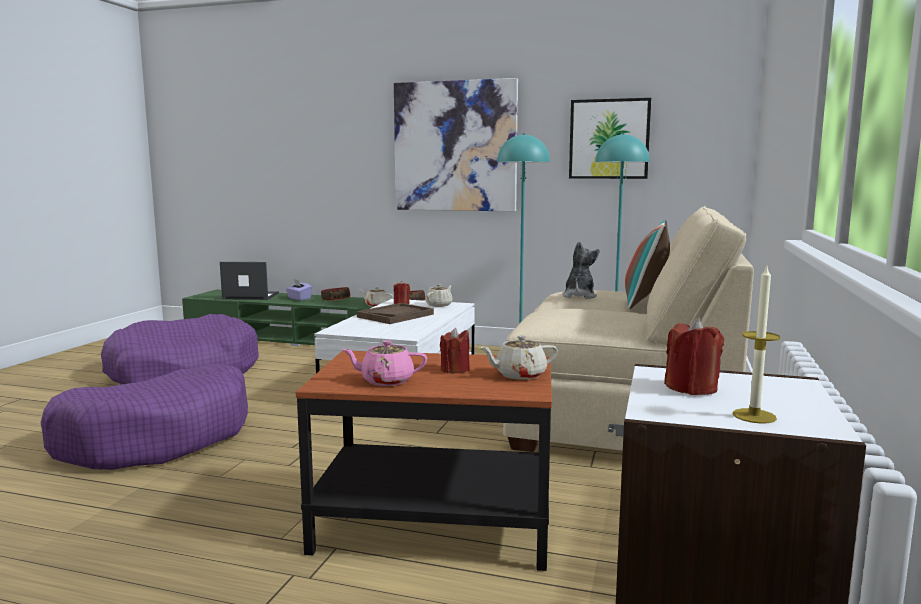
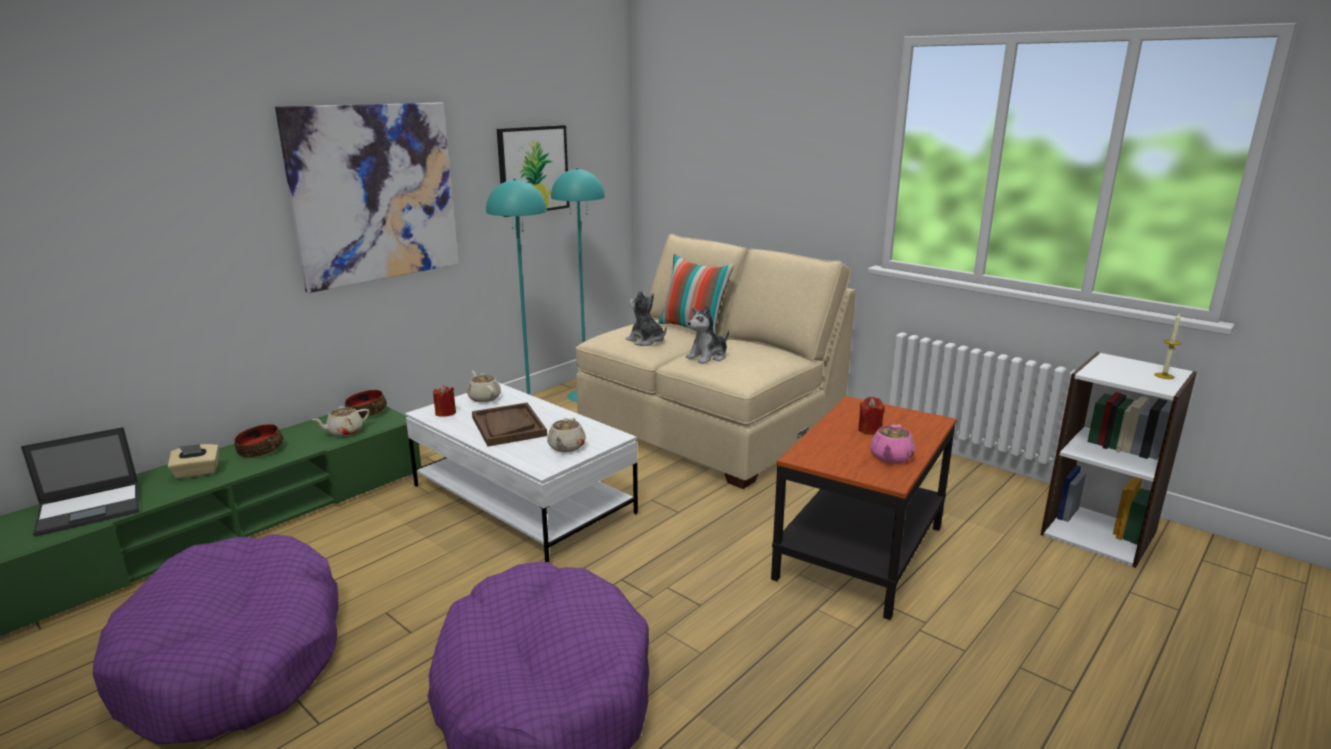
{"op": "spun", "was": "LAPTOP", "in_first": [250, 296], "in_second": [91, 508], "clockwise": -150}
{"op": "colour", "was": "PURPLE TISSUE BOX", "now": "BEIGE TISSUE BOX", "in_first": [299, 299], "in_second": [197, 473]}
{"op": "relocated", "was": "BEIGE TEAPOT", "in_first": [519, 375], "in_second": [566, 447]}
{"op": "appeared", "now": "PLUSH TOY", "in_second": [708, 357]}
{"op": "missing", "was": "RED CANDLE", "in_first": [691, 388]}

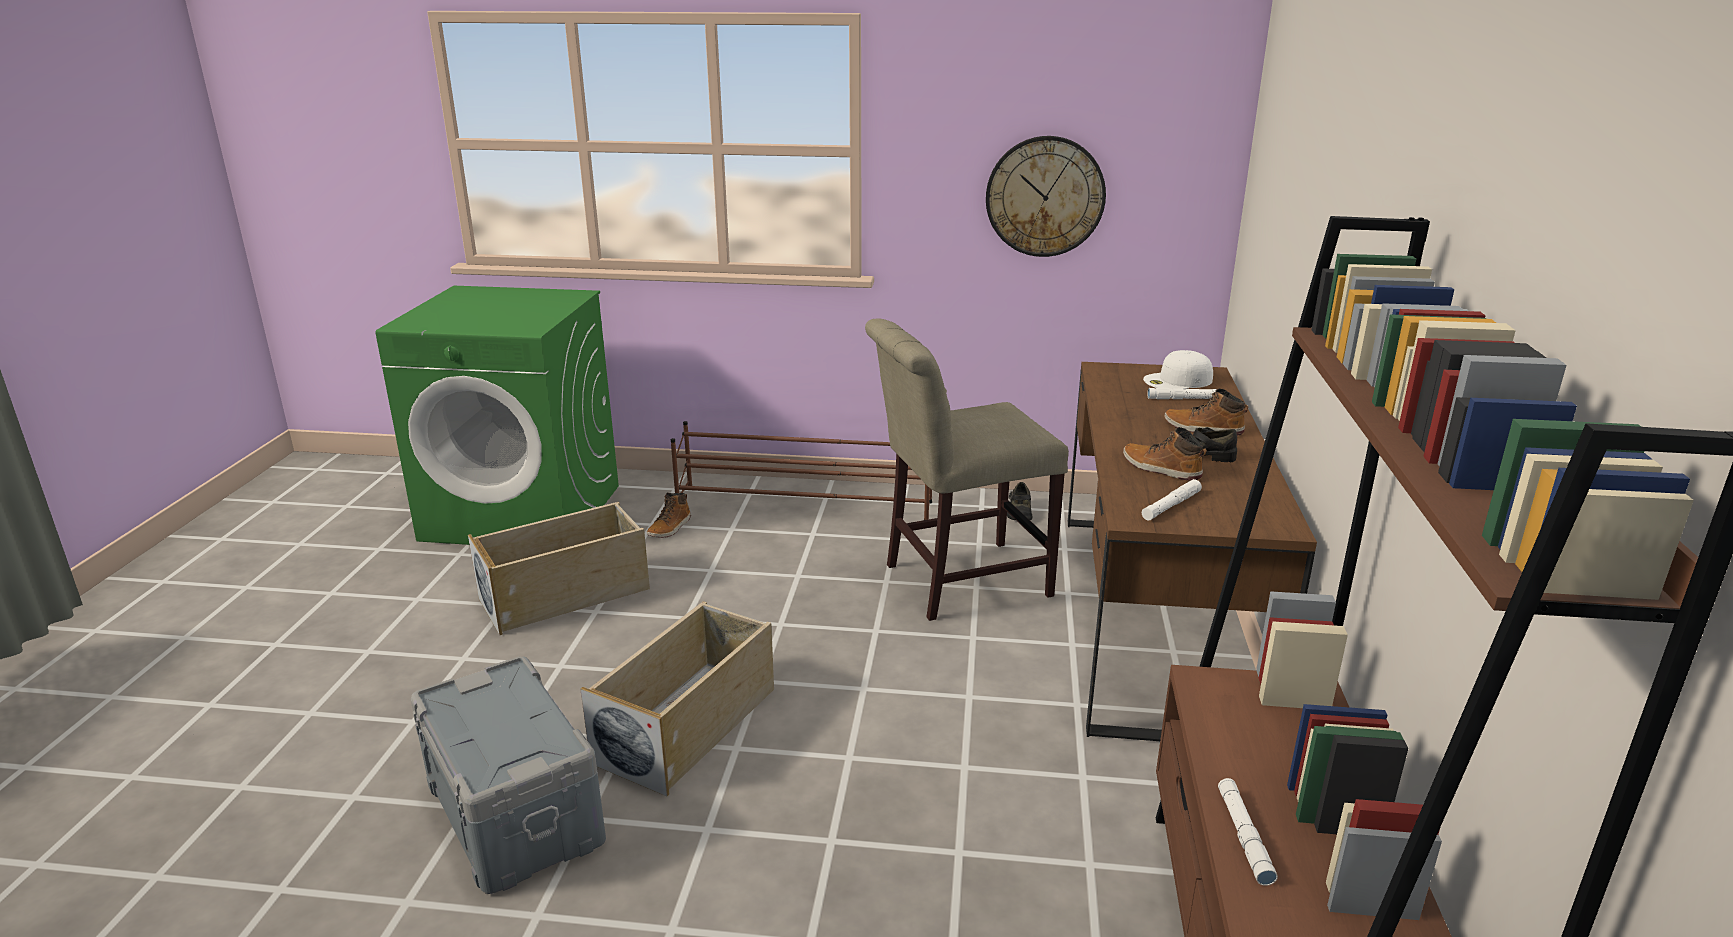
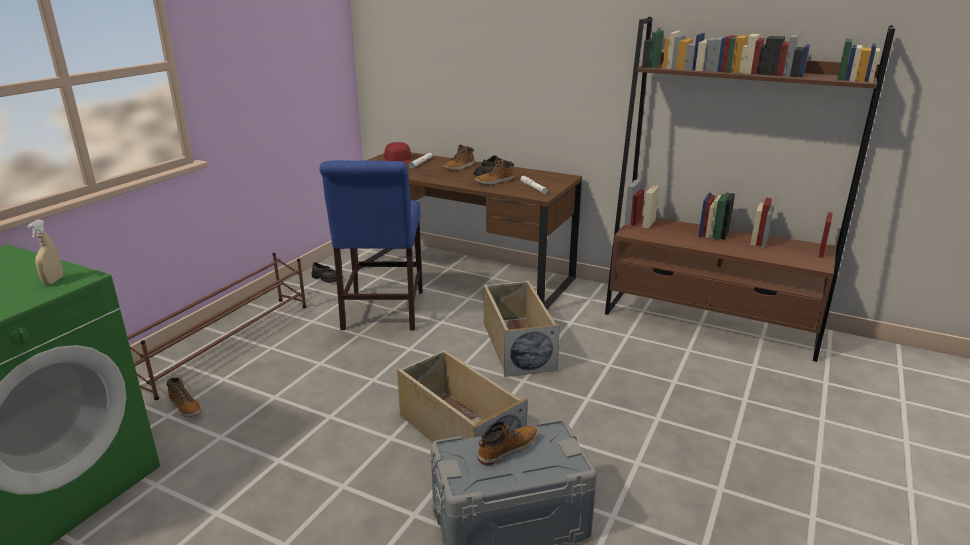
{"op": "appeared", "now": "BEIGE SPRAY BOTTLE", "in_second": [53, 281]}
{"op": "colour", "was": "BEIGE CHAIR", "now": "BLUE CHAIR", "in_first": [957, 581], "in_second": [381, 313]}
{"op": "colour", "was": "WHITE CAP", "now": "RED CAP", "in_first": [1177, 381], "in_second": [397, 159]}
{"op": "appeared", "now": "BOOT", "in_second": [507, 449]}
{"op": "relocated", "was": "BEIGE STORAGE BOX", "in_first": [566, 594], "in_second": [517, 345]}
{"op": "missing", "was": "WALL CLOCK", "in_first": [1045, 196]}
{"op": "missing", "was": "WHITE FLASHLIGHT", "in_first": [1244, 836]}

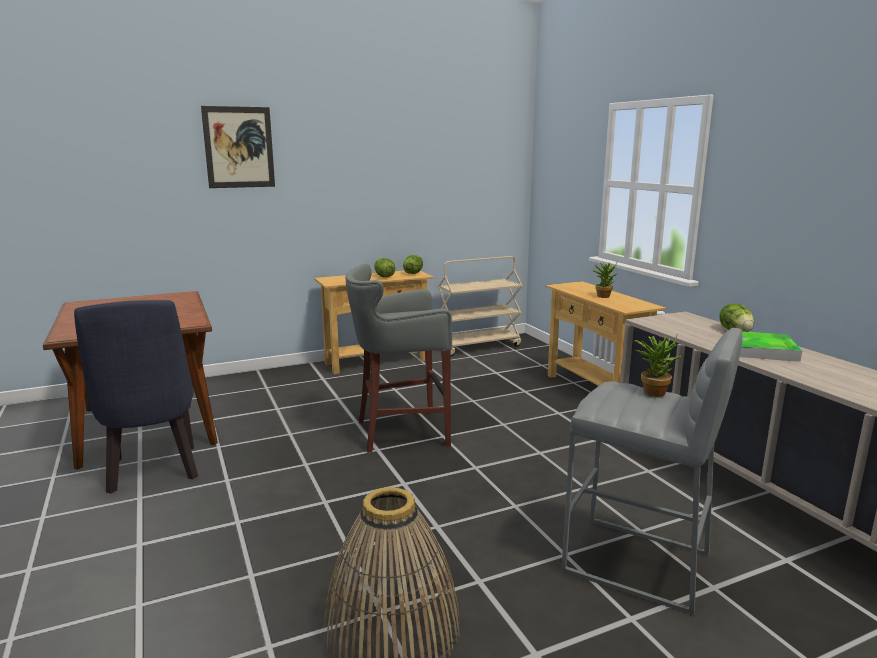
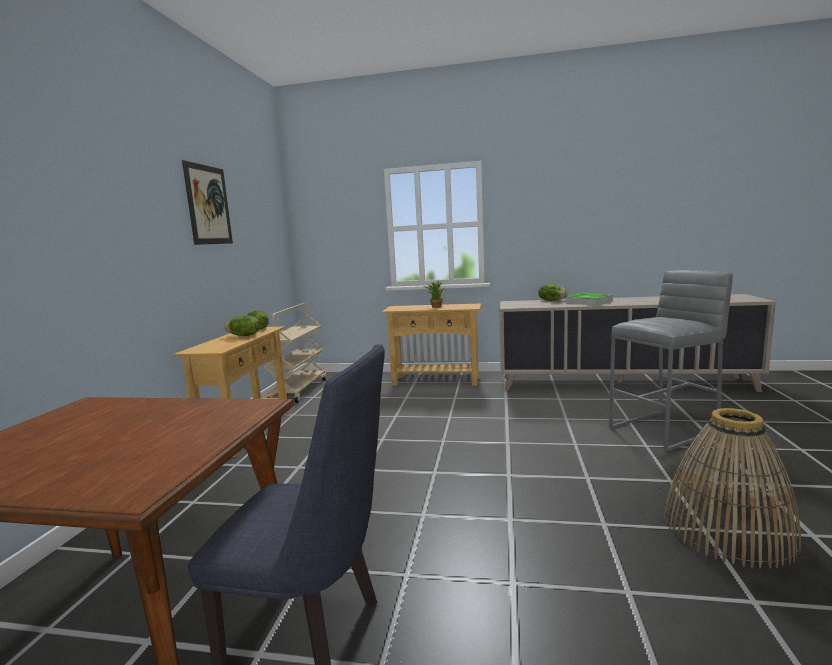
{"op": "relocated", "was": "PICTURE", "in_first": [239, 147], "in_second": [208, 205]}
{"op": "missing", "was": "GREY STOOL", "in_first": [399, 432]}
{"op": "missing", "was": "POTTED PLANT", "in_first": [653, 391]}

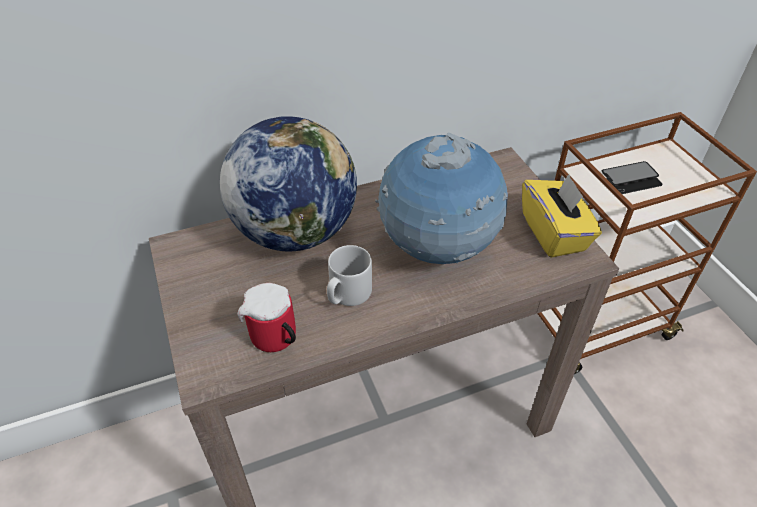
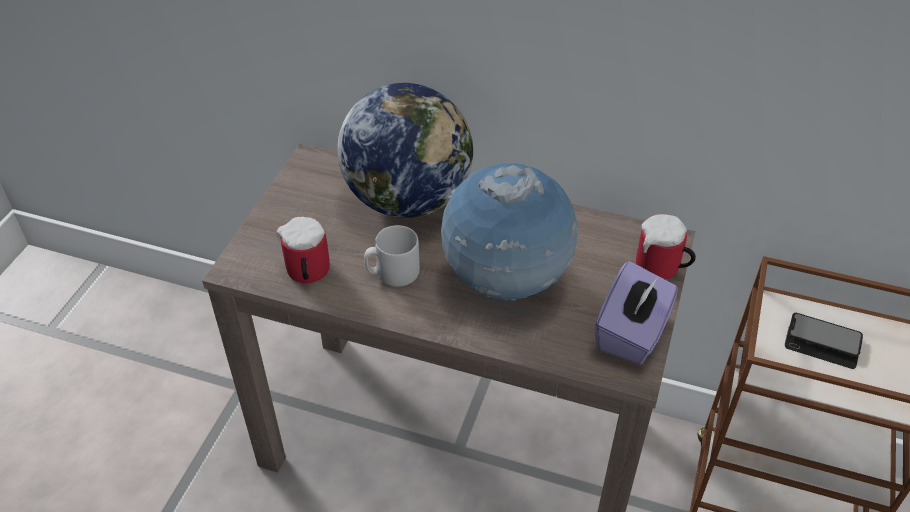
{"op": "colour", "was": "YELLOW TISSUE BOX", "now": "PURPLE TISSUE BOX", "in_first": [554, 233], "in_second": [632, 333]}
{"op": "appeared", "now": "MUG", "in_second": [662, 269]}

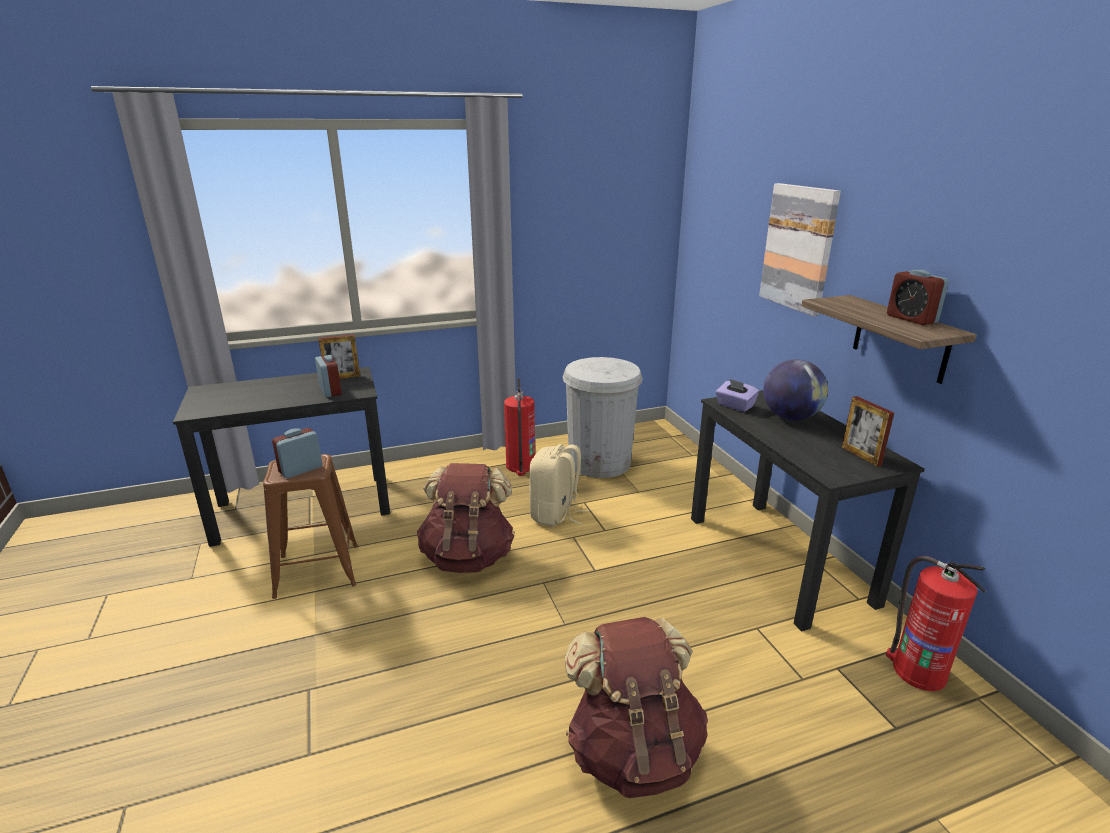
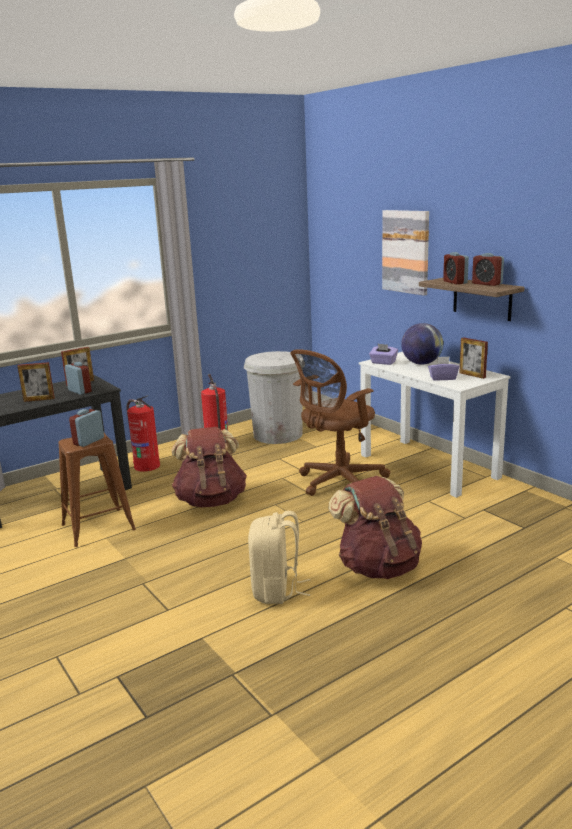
{"op": "appeared", "now": "PICTURE FRAME", "in_second": [39, 399]}
{"op": "relocated", "was": "FIRE EXTINGUISHER", "in_first": [917, 671], "in_second": [146, 466]}
{"op": "relocated", "was": "BEIGE BACKPACK", "in_first": [555, 514], "in_second": [277, 590]}
{"op": "appeared", "now": "BROWN OFFICE CHAIR", "in_second": [338, 482]}
{"op": "colour", "was": "BLACK DESK", "now": "WHITE DESK", "in_first": [778, 559], "in_second": [428, 466]}
{"op": "appeared", "now": "PURPLE TISSUE BOX", "in_second": [442, 378]}
{"op": "appeared", "now": "ALARM CLOCK", "in_second": [455, 282]}

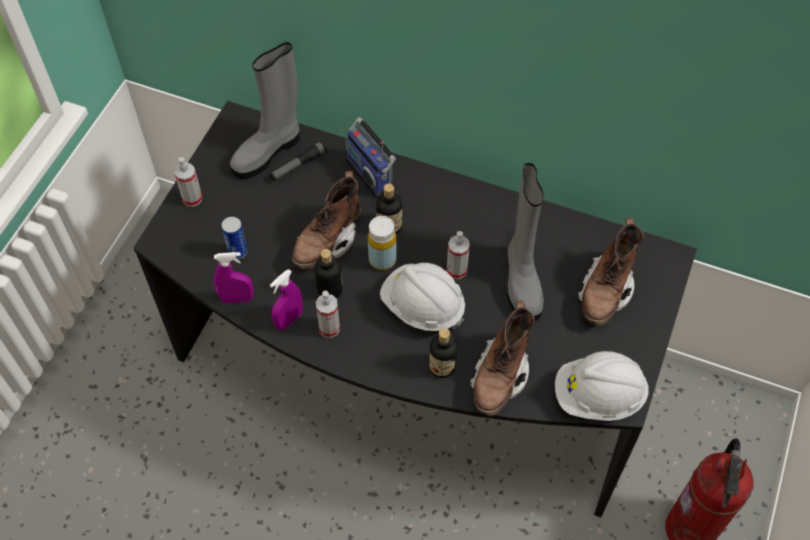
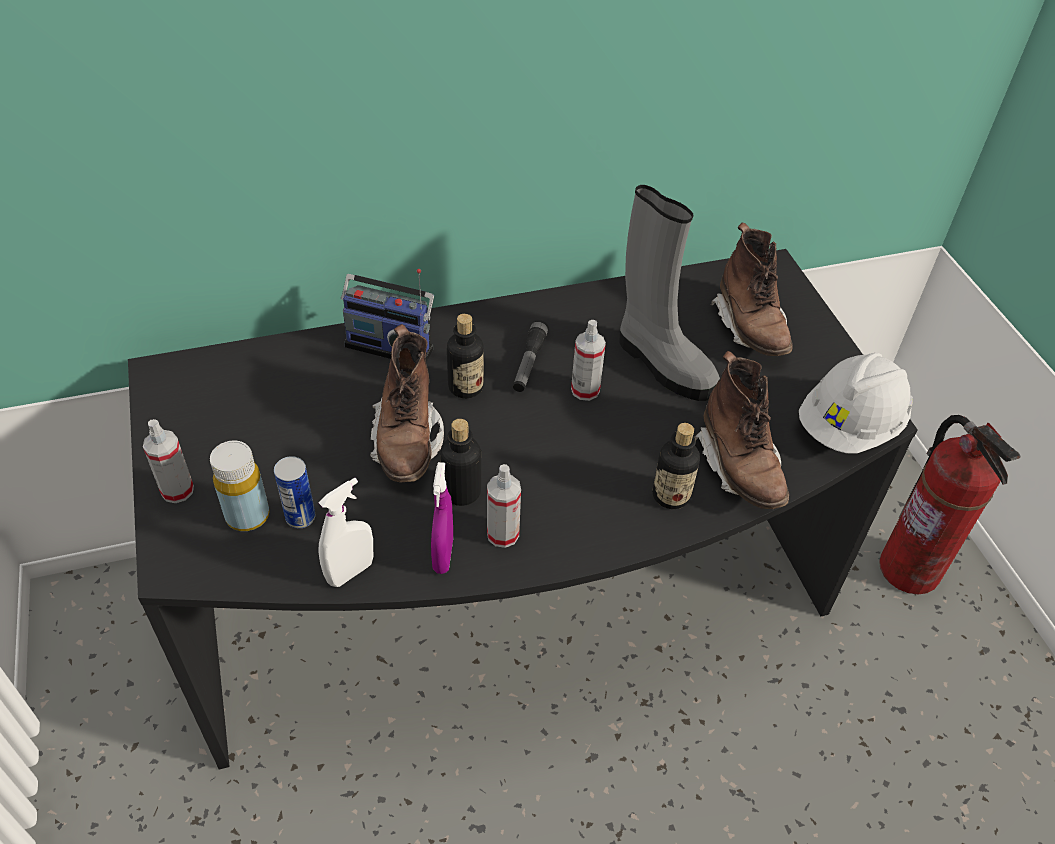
{"op": "relocated", "was": "YELLOW BOTTLE", "in_first": [382, 259], "in_second": [247, 516]}
{"op": "colour", "was": "PURPLE SPRAY BOTTLE", "now": "WHITE SPRAY BOTTLE", "in_first": [237, 298], "in_second": [350, 572]}
{"op": "relocated", "was": "FLASHLIGHT", "in_first": [298, 165], "in_second": [529, 363]}
{"op": "missing", "was": "GREY BOOT", "in_first": [268, 152]}
{"op": "missing", "was": "WHITE HARD HAT", "in_first": [422, 307]}

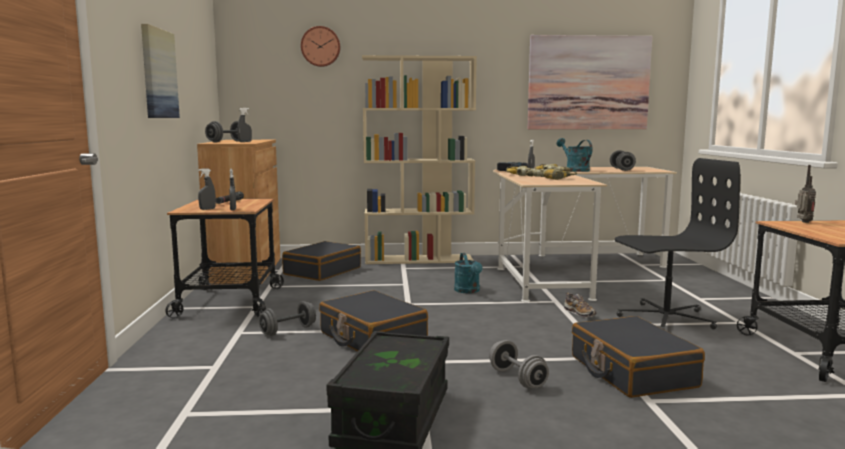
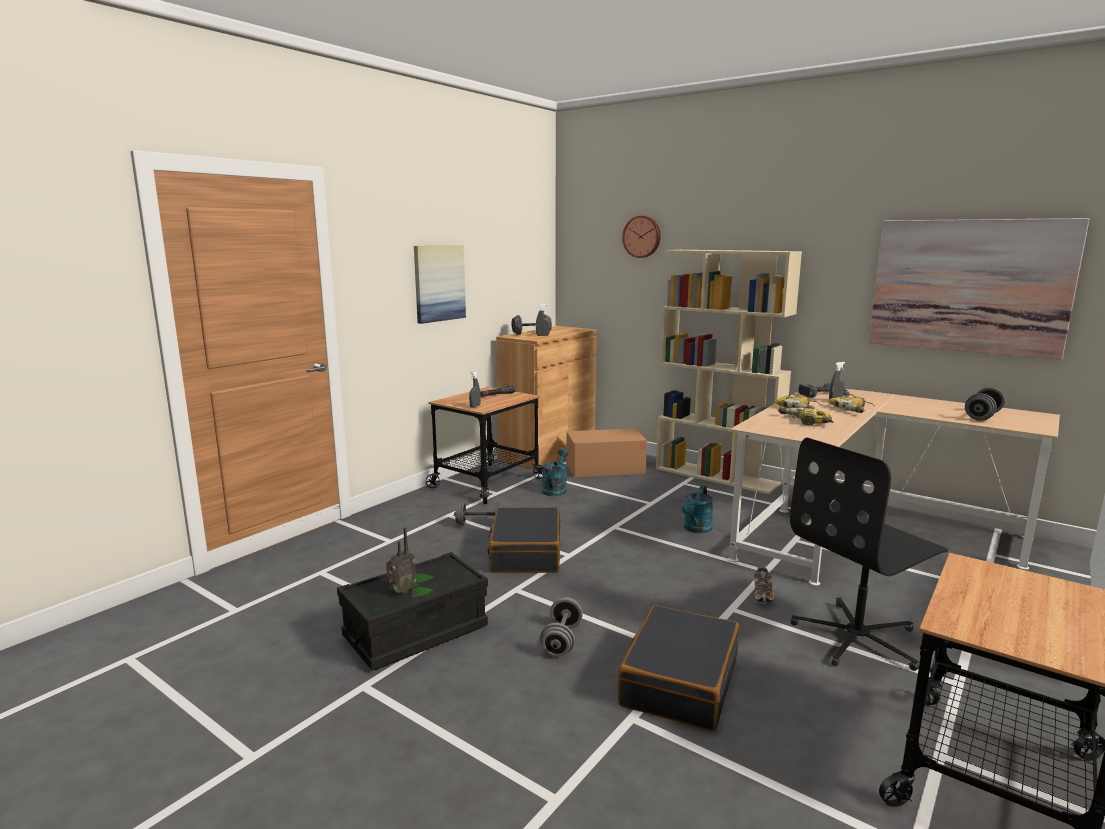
{"op": "relocated", "was": "RADIO", "in_first": [802, 222], "in_second": [401, 591]}
{"op": "relocated", "was": "TURQUOISE WATERING CAN", "in_first": [574, 170], "in_second": [555, 489]}
{"op": "exchanged", "was": "BLACK SUITCASE", "now": "CARDBOARD BOX", "in_first": [322, 271], "in_second": [605, 468]}
{"op": "spun", "was": "BLACK OFFICE CHAIR", "in_first": [665, 318], "in_second": [858, 638], "clockwise": 120}
{"op": "missing", "was": "GREY SPRAY BOTTLE", "in_first": [207, 209]}

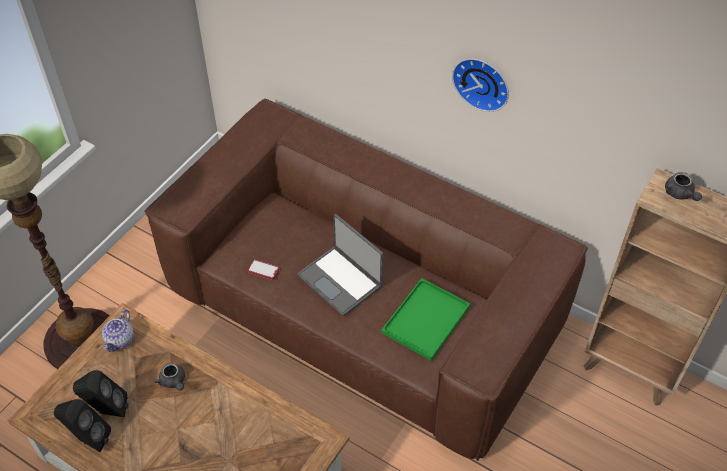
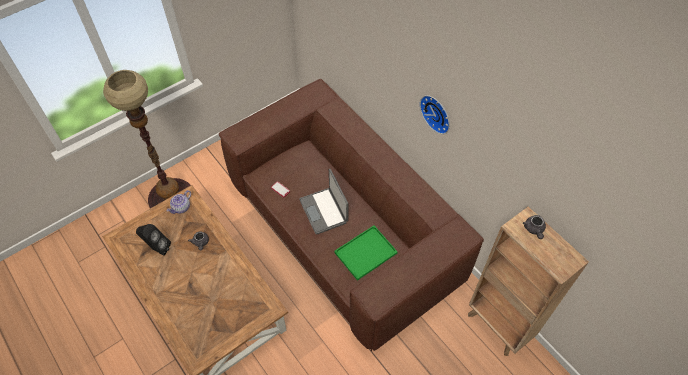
{"op": "missing", "was": "BLACK SPEAKER", "in_first": [88, 439]}

